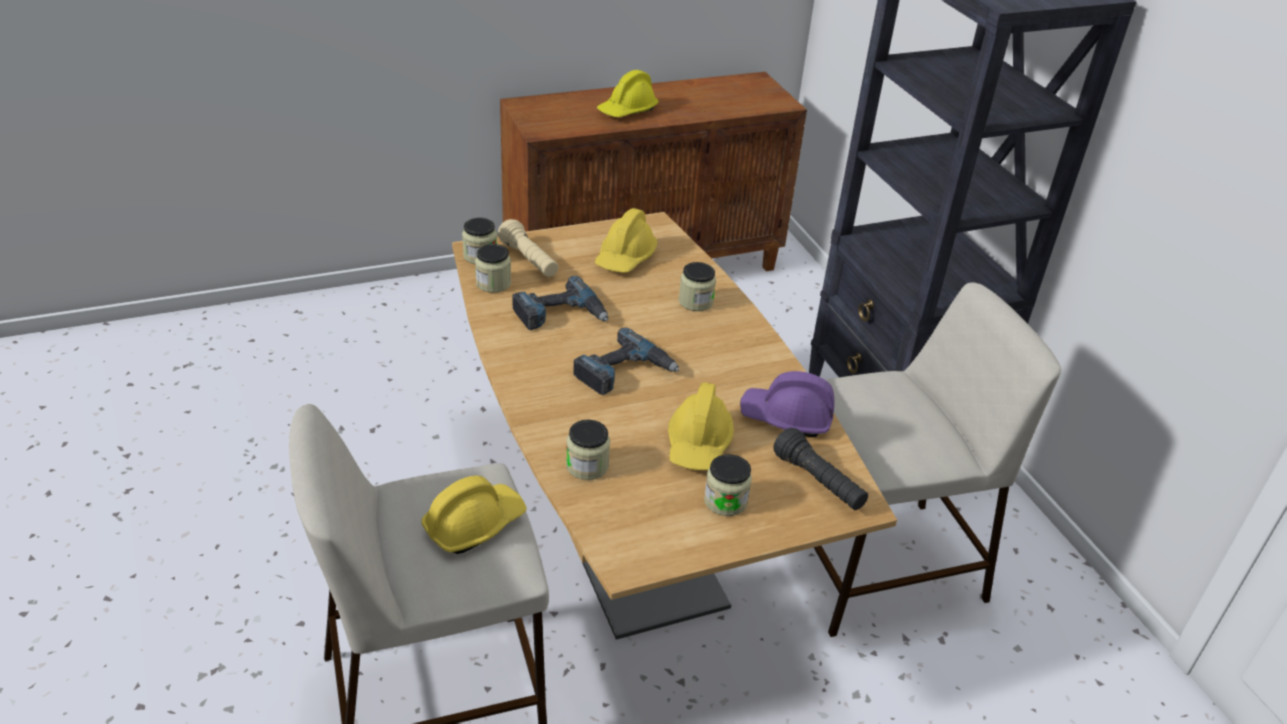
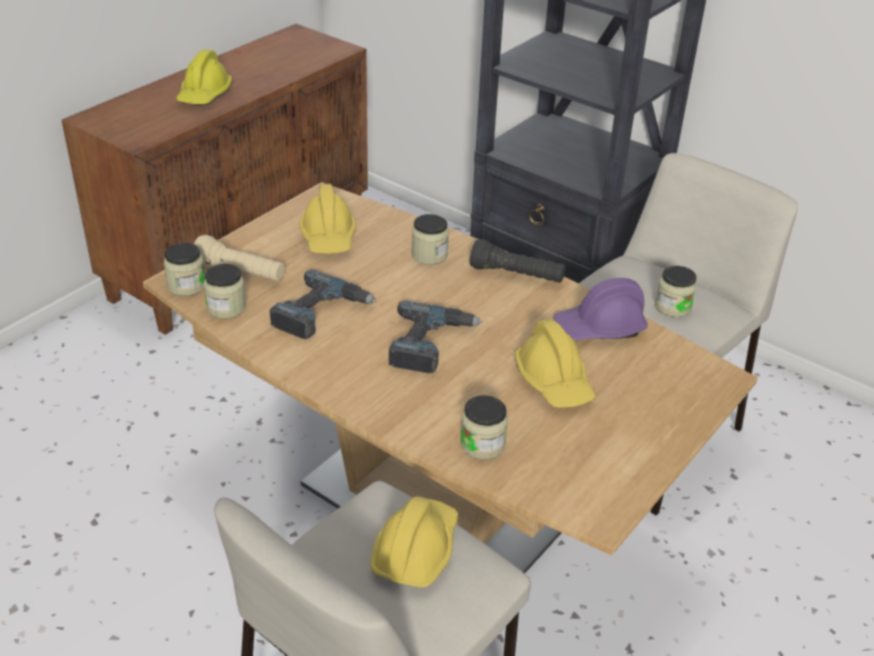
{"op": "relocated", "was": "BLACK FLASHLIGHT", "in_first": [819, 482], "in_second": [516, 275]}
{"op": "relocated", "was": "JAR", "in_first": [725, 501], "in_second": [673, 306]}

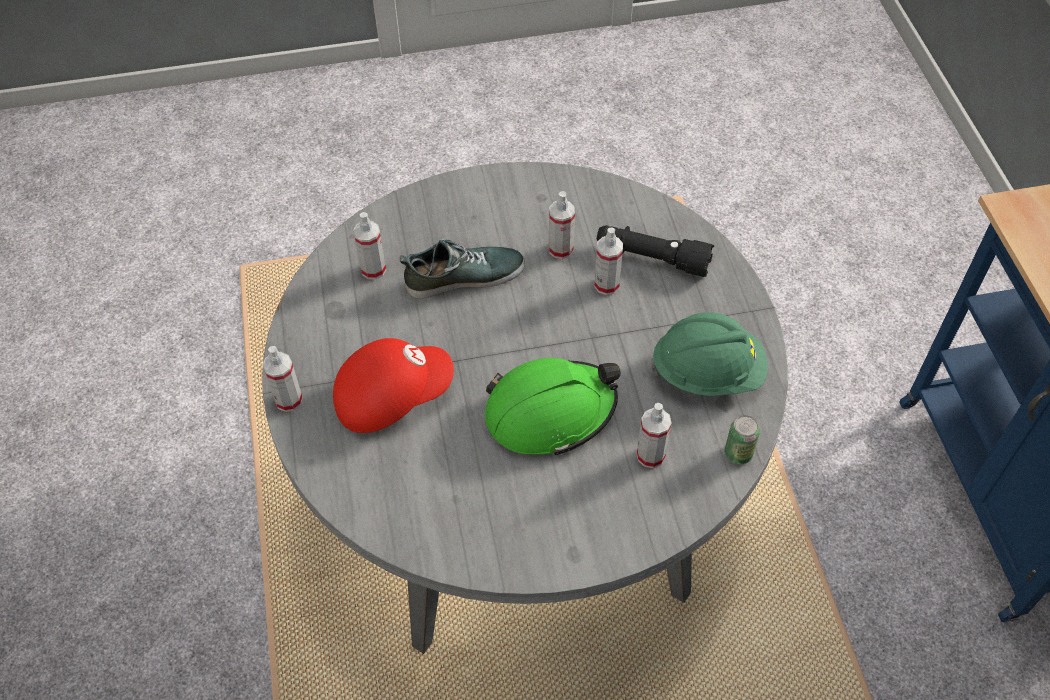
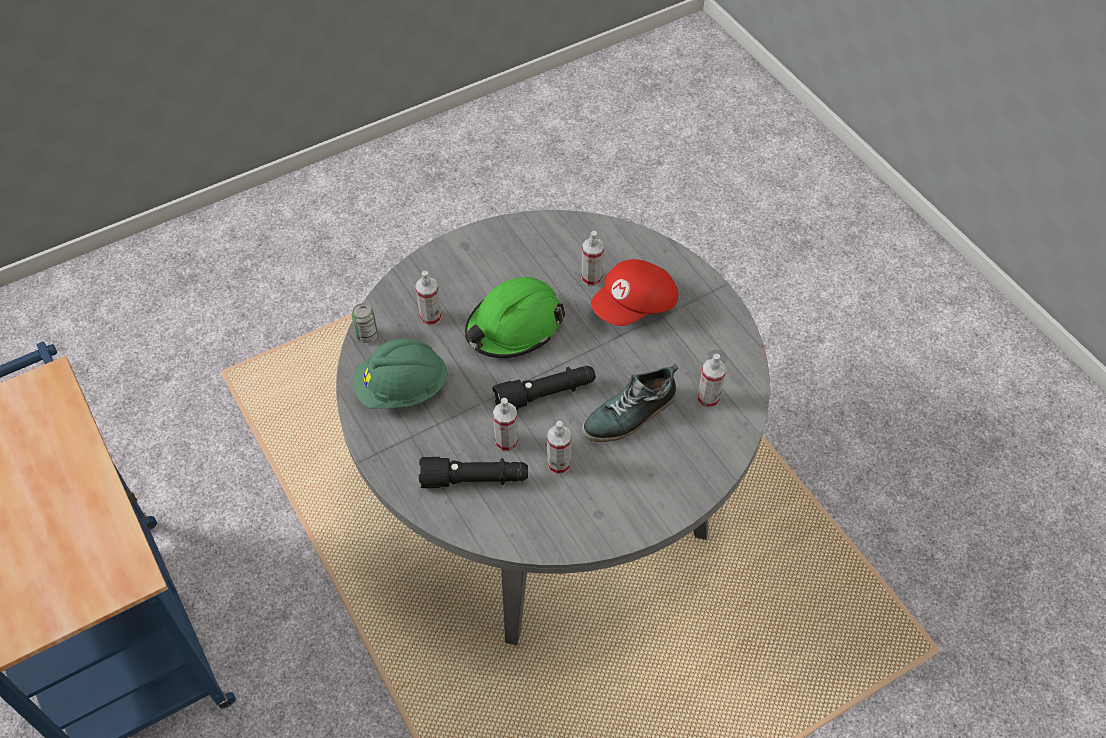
{"op": "appeared", "now": "BLACK FLASHLIGHT", "in_second": [545, 394]}
{"op": "relocated", "was": "SPRAY BOTTLE", "in_first": [288, 400], "in_second": [591, 278]}

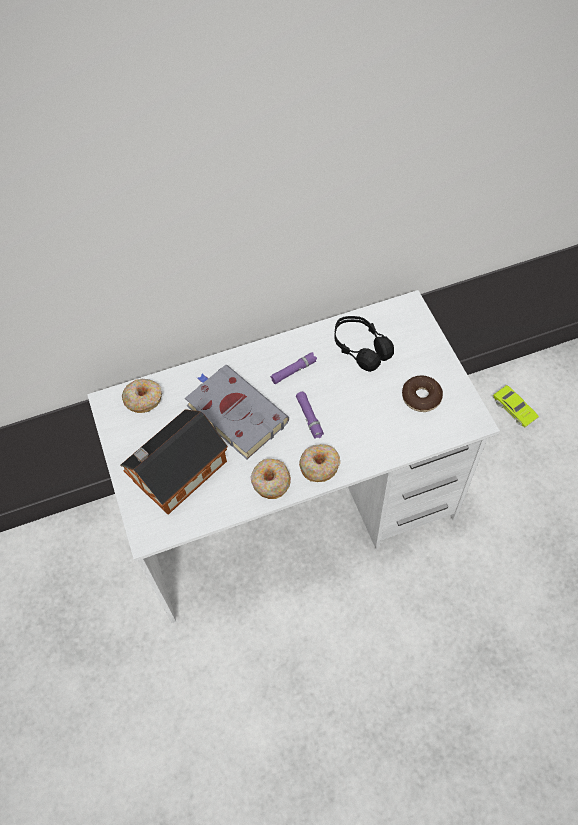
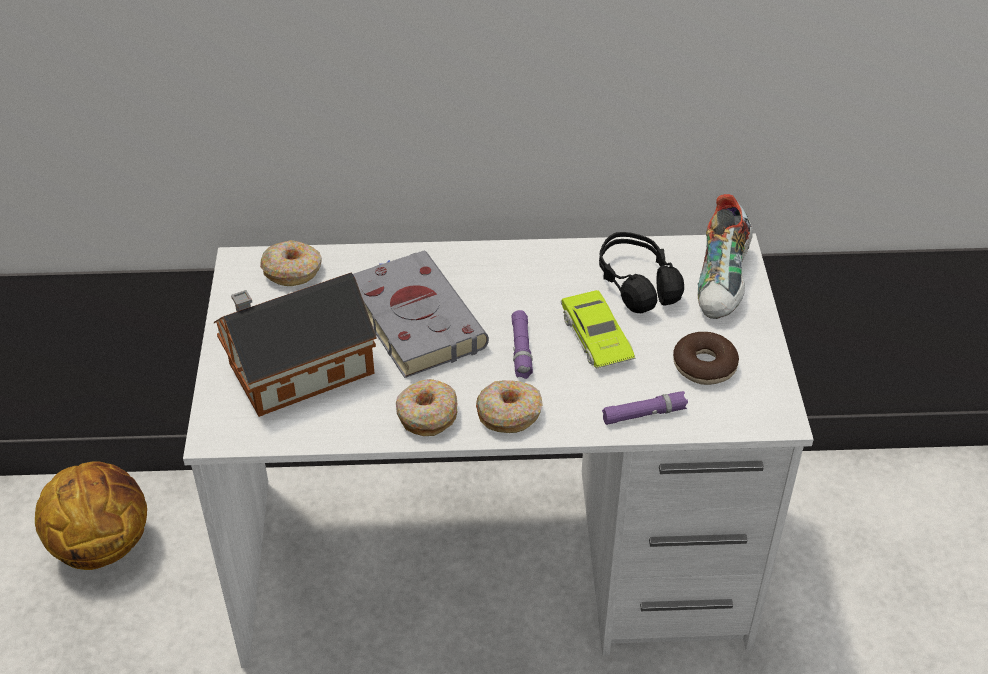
{"op": "appeared", "now": "BASKETBALL", "in_second": [103, 544]}
{"op": "relocated", "was": "GREEN TOY CAR", "in_first": [514, 409], "in_second": [596, 337]}
{"op": "relocated", "was": "PURPLE FLASHLIGHT", "in_first": [293, 371], "in_second": [644, 414]}
{"op": "appeared", "now": "SHOE", "in_second": [723, 283]}

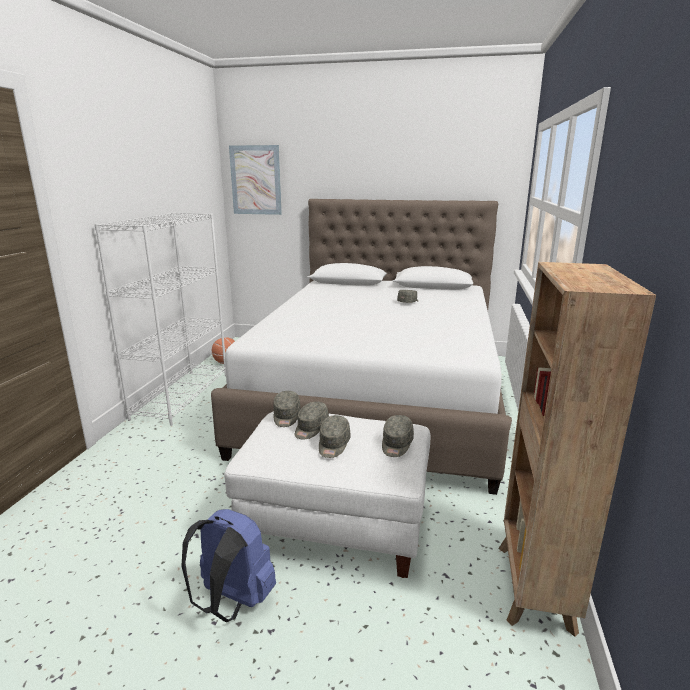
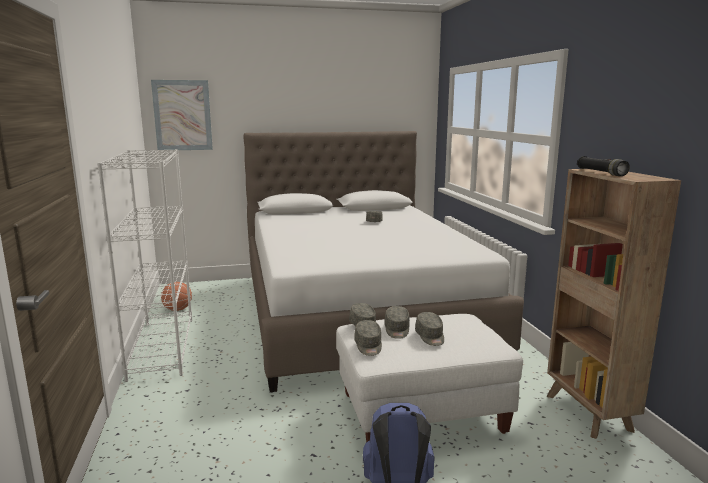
{"op": "relocated", "was": "GREY CAP", "in_first": [396, 444], "in_second": [368, 346]}
{"op": "appeared", "now": "BLACK FLASHLIGHT", "in_second": [600, 173]}

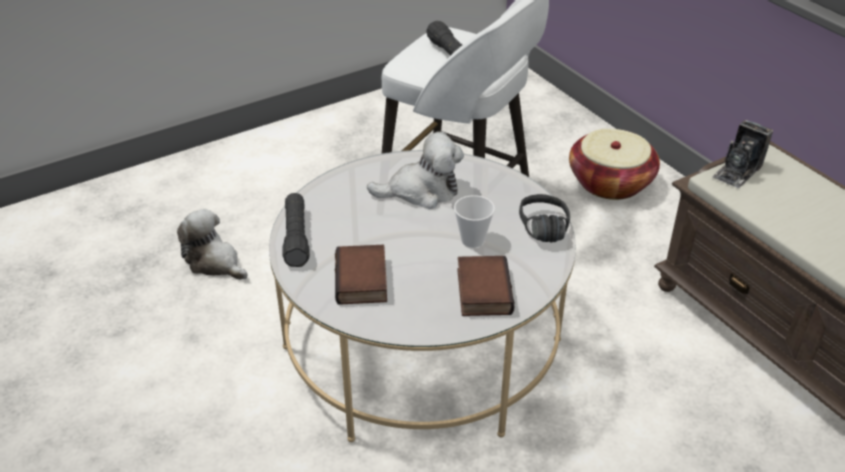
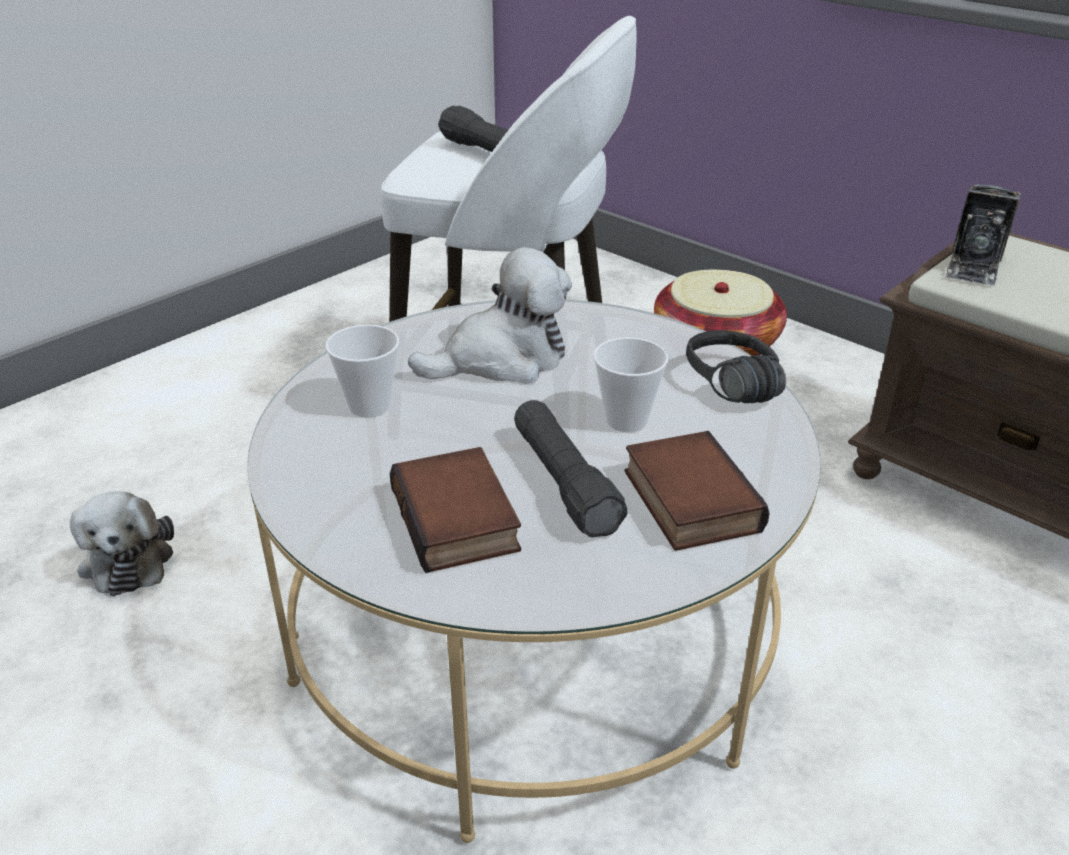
{"op": "spun", "was": "PLUSH TOY", "in_first": [215, 262], "in_second": [127, 558], "clockwise": -135}
{"op": "appeared", "now": "CUP", "in_second": [369, 406]}
{"op": "relocated", "was": "BLACK FLASHLIGHT", "in_first": [296, 237], "in_second": [564, 483]}

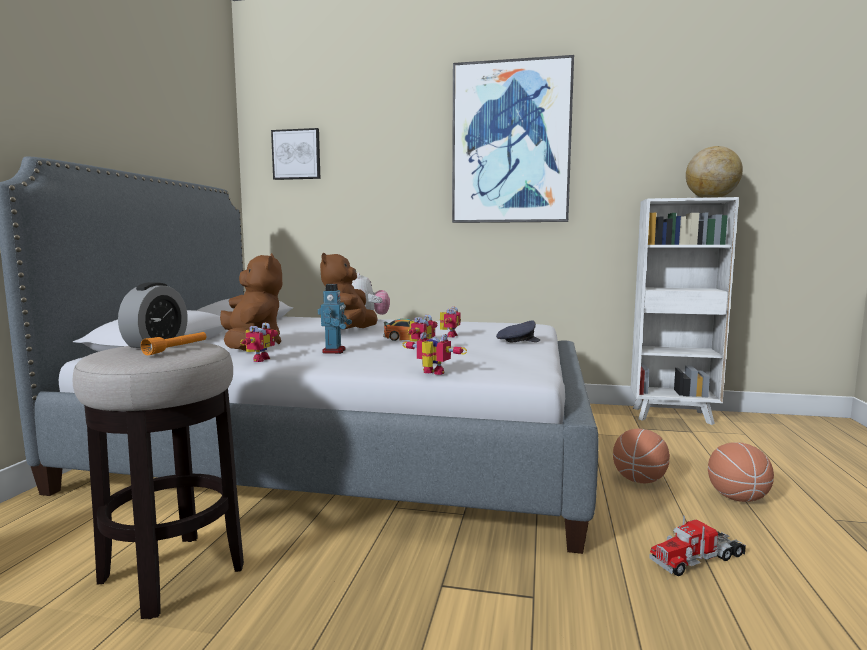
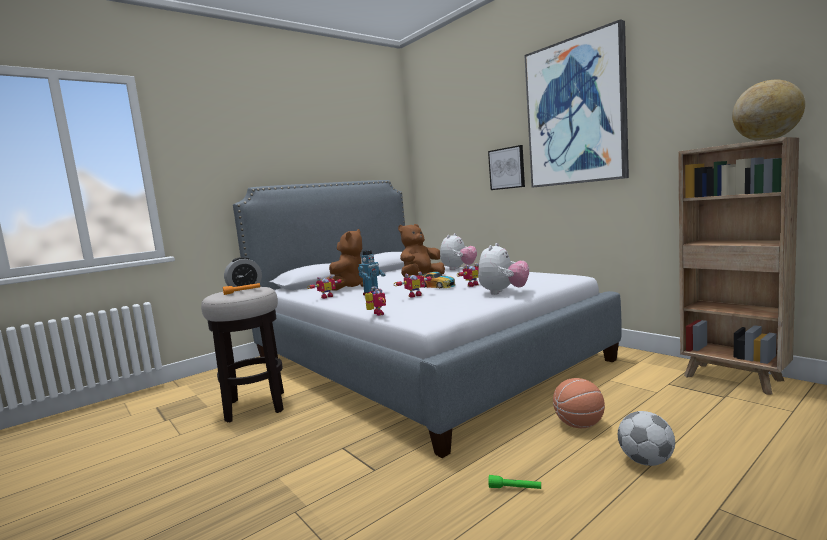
{"op": "exchanged", "was": "GREY CAP", "now": "PLUSH TOY", "in_first": [517, 341], "in_second": [503, 292]}
{"op": "relocated", "was": "PICTURE", "in_first": [296, 154], "in_second": [507, 168]}
{"op": "exchanged", "was": "TOY TRUCK", "now": "GREEN FLASHLIGHT", "in_first": [697, 559], "in_second": [515, 488]}
{"op": "exchanged", "was": "BASKETBALL", "now": "FOOTBALL", "in_first": [737, 498], "in_second": [646, 461]}
{"op": "colour", "was": "WHITE BOOKCASE", "now": "BROWN BOOKCASE", "in_first": [673, 416], "in_second": [734, 379]}

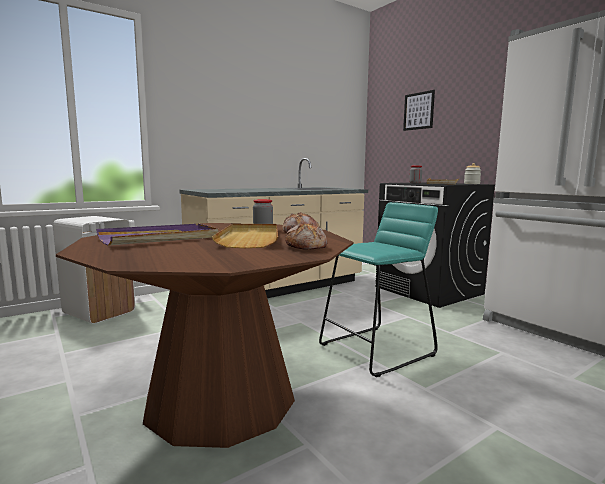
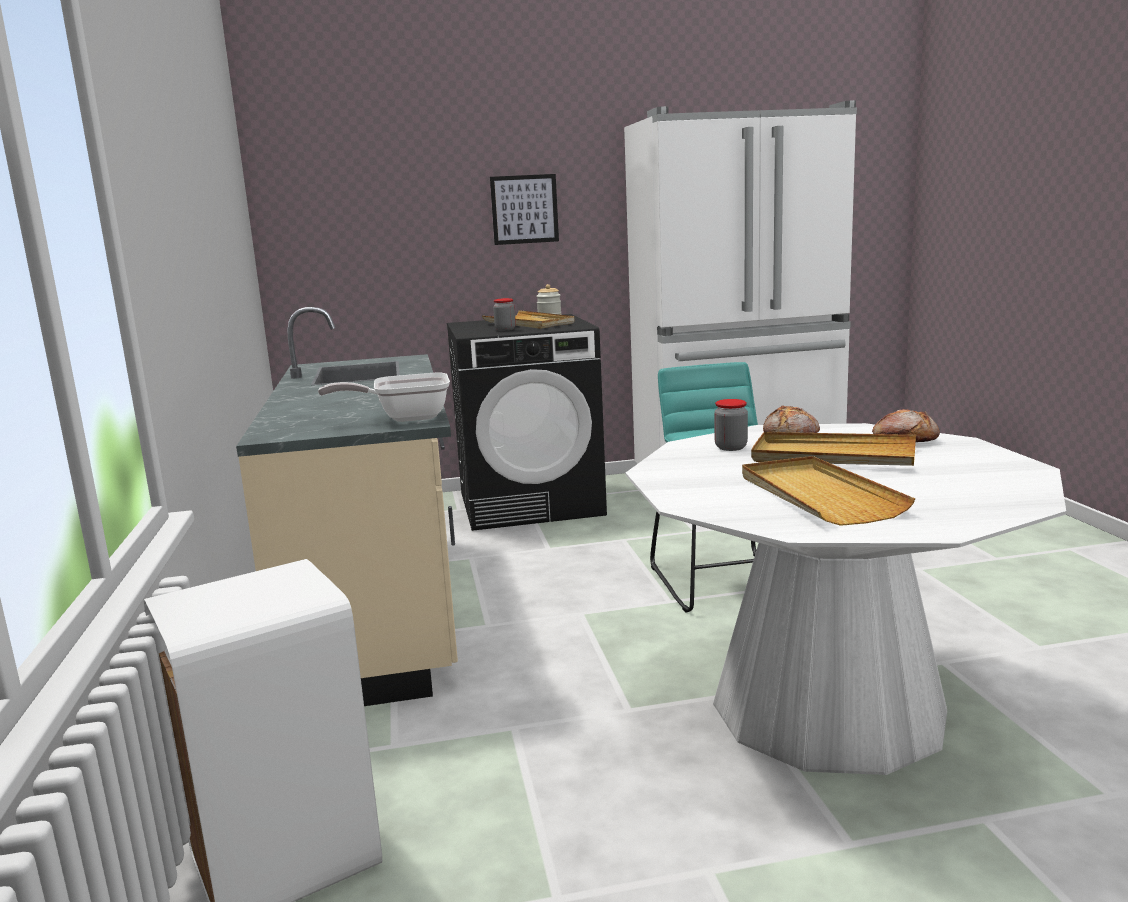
{"op": "appeared", "now": "FRYING PAN", "in_second": [404, 418]}
{"op": "relocated", "was": "PICTURE", "in_first": [418, 111], "in_second": [524, 209]}
{"op": "colour", "was": "BROWN DINING TABLE", "now": "WHITE DINING TABLE", "in_first": [220, 399], "in_second": [828, 707]}
{"op": "colour", "was": "PURPLE TRAY", "now": "BEIGE TRAY", "in_first": [160, 238], "in_second": [818, 495]}

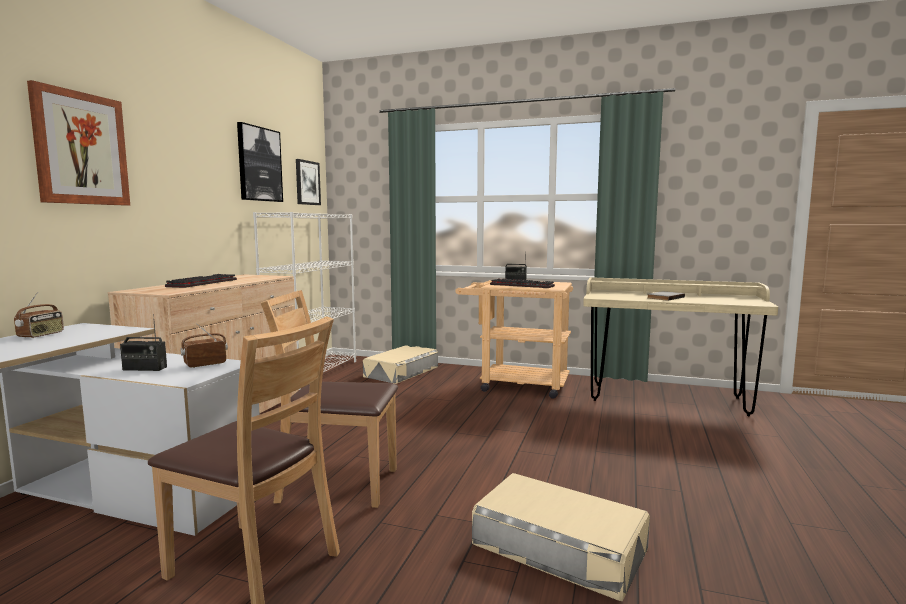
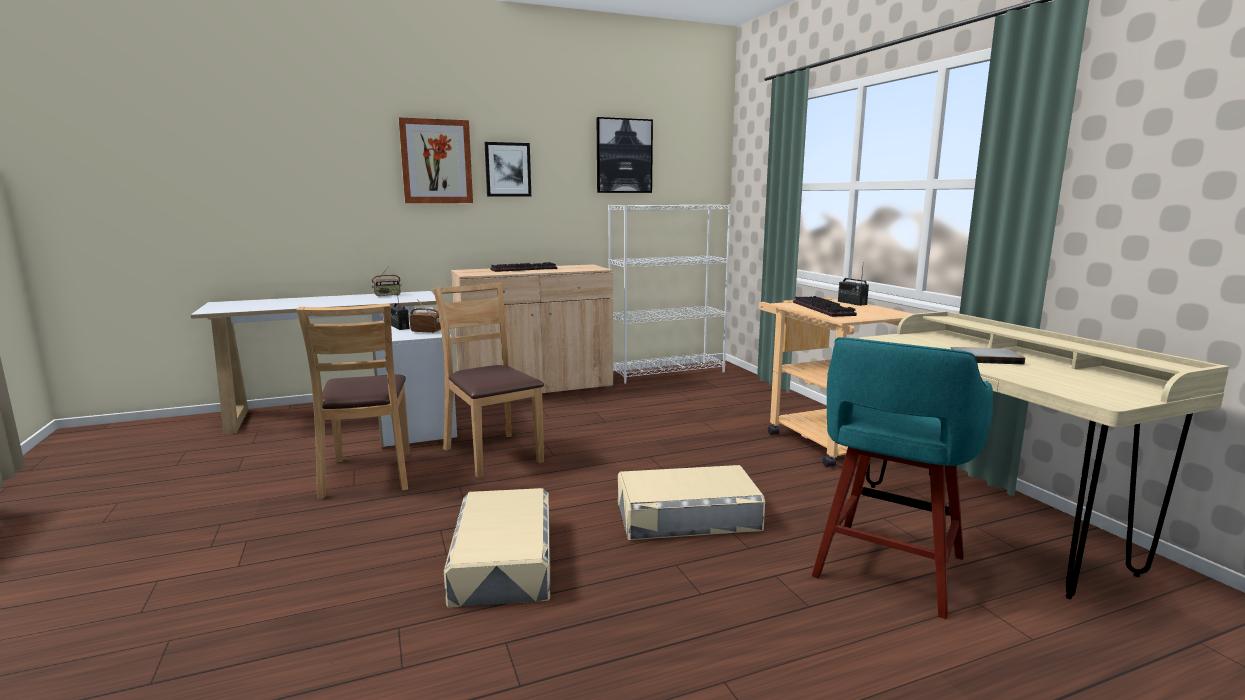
{"op": "relocated", "was": "PICTURE", "in_first": [307, 183], "in_second": [508, 169]}
{"op": "relocated", "was": "BEIGE STORAGE BOX", "in_first": [401, 371], "in_second": [687, 515]}
{"op": "appeared", "now": "TURQUOISE STOOL", "in_second": [887, 569]}

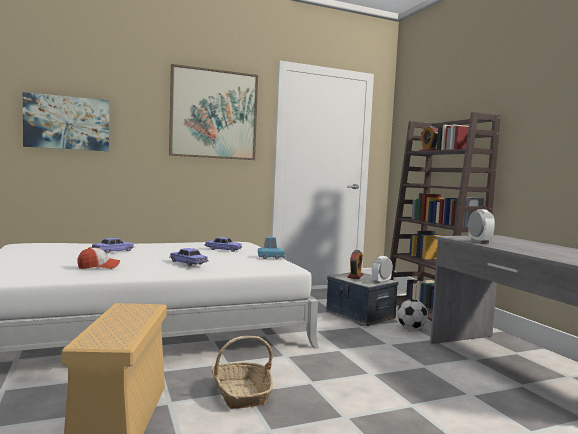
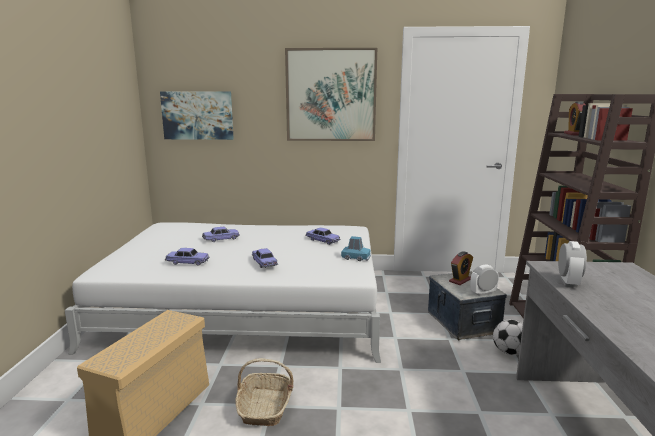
{"op": "exchanged", "was": "CAP", "now": "TOY CAR", "in_first": [99, 267], "in_second": [187, 262]}

